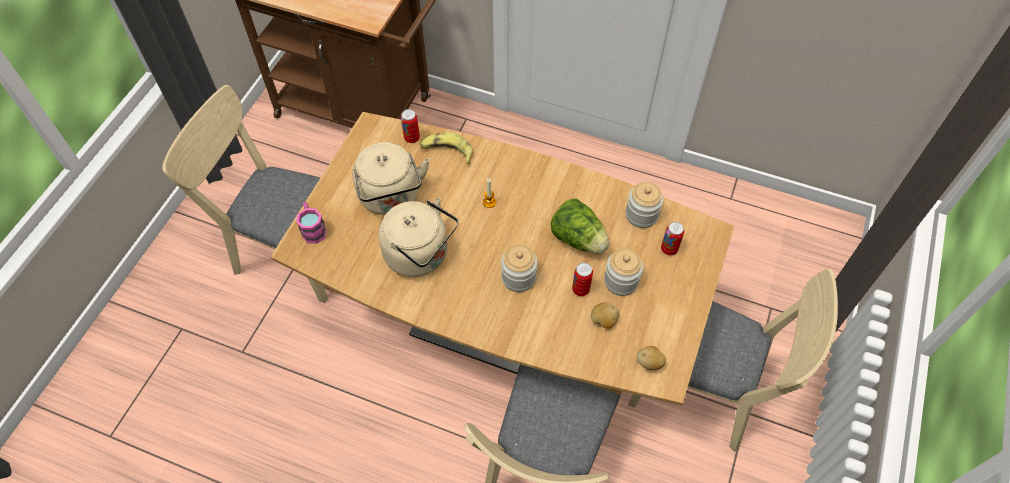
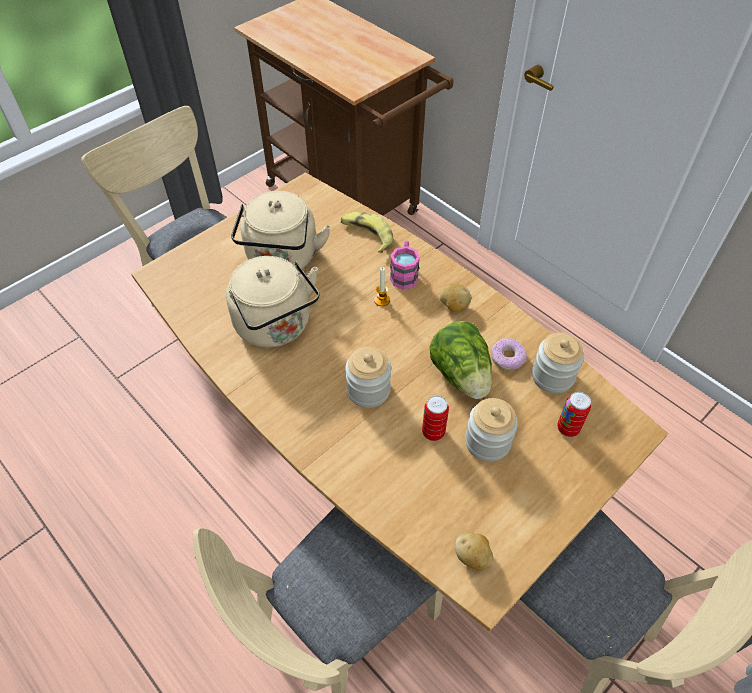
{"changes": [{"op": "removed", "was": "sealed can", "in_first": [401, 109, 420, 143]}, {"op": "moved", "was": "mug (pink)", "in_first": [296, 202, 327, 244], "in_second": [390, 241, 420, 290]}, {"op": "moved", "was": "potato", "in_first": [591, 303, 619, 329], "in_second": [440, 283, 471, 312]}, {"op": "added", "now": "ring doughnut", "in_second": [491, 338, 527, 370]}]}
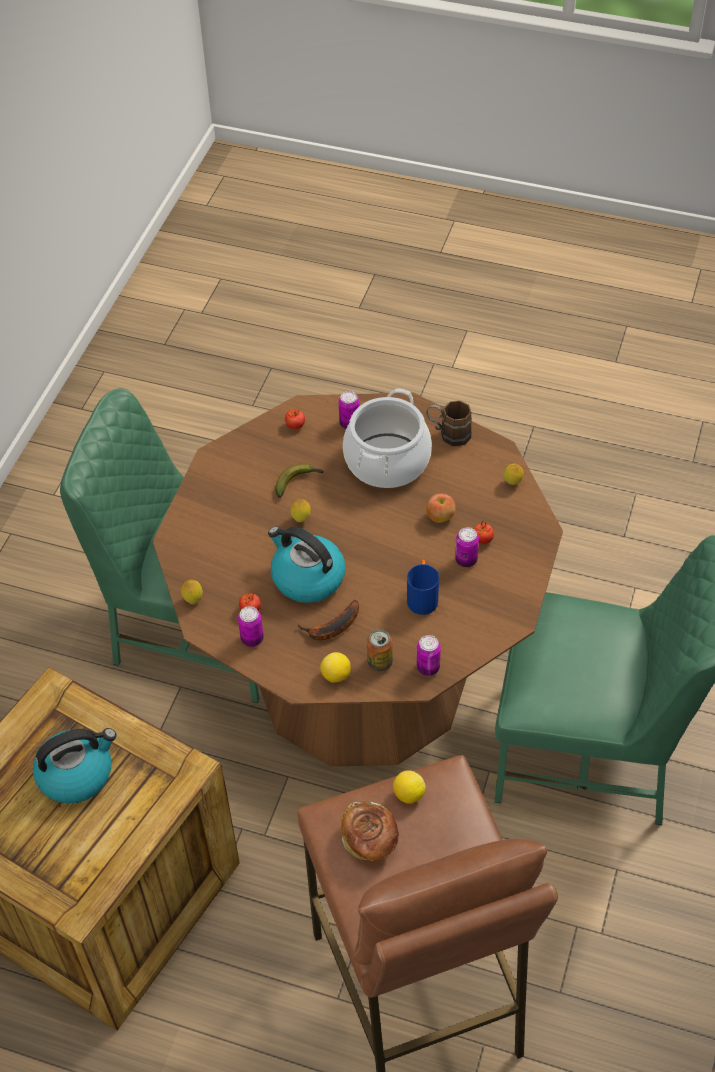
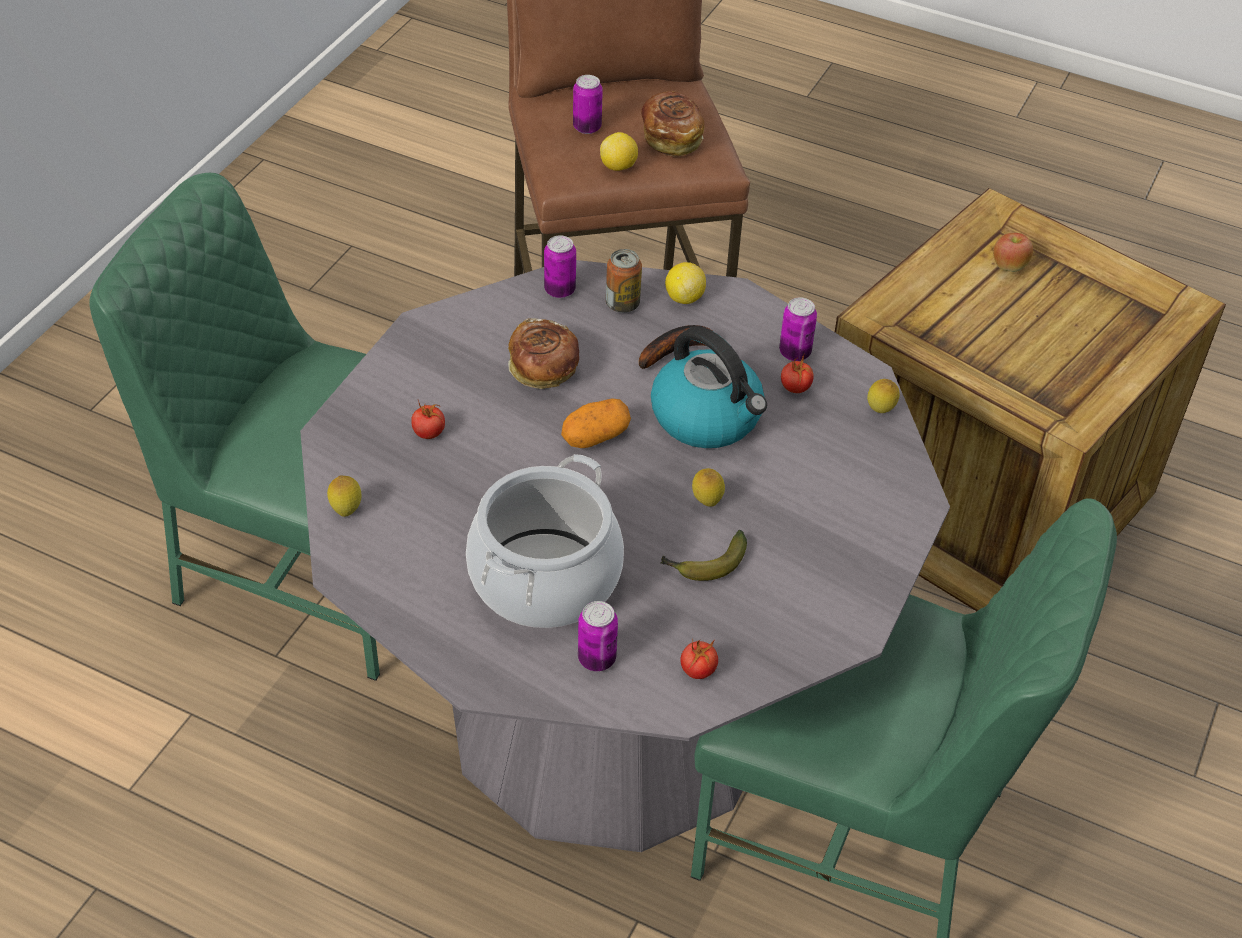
{"changes": [{"op": "recoloured", "was": "dinner table (brown)", "now": "dinner table (gray)", "in_first": [152, 393, 563, 767], "in_second": [300, 260, 950, 852]}, {"op": "removed", "was": "mug (brown)", "in_first": [426, 400, 472, 447]}, {"op": "moved", "was": "apple fruit", "in_first": [426, 493, 456, 523], "in_second": [993, 233, 1033, 272]}, {"op": "moved", "was": "sealed can", "in_first": [455, 527, 479, 567], "in_second": [573, 75, 603, 134]}, {"op": "replaced", "was": "mug (bluish)", "now": "bakery bread", "in_first": [407, 560, 439, 615], "in_second": [508, 318, 579, 389]}, {"op": "removed", "was": "tea kettle", "in_first": [33, 728, 116, 804]}, {"op": "added", "now": "potato", "in_second": [561, 398, 631, 448]}]}
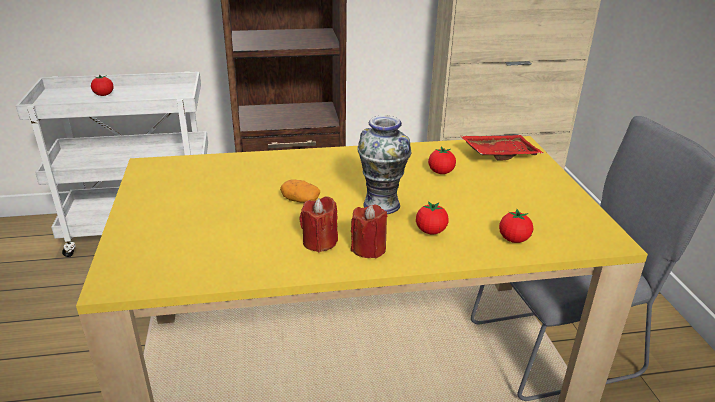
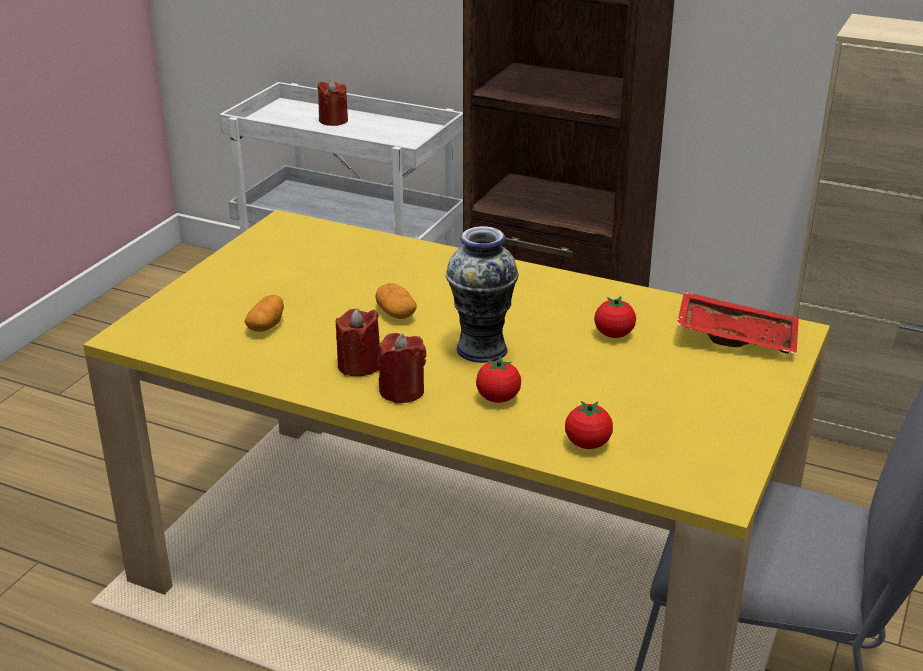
{"changes": [{"op": "replaced", "was": "tomato", "now": "candle (red)", "in_first": [91, 75, 114, 96], "in_second": [317, 80, 348, 126]}, {"op": "added", "now": "potato", "in_second": [245, 295, 284, 332]}]}
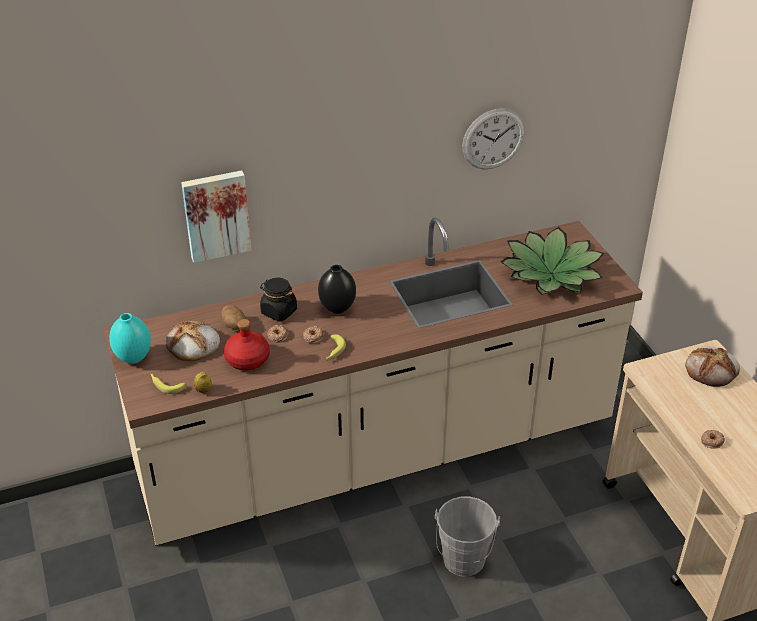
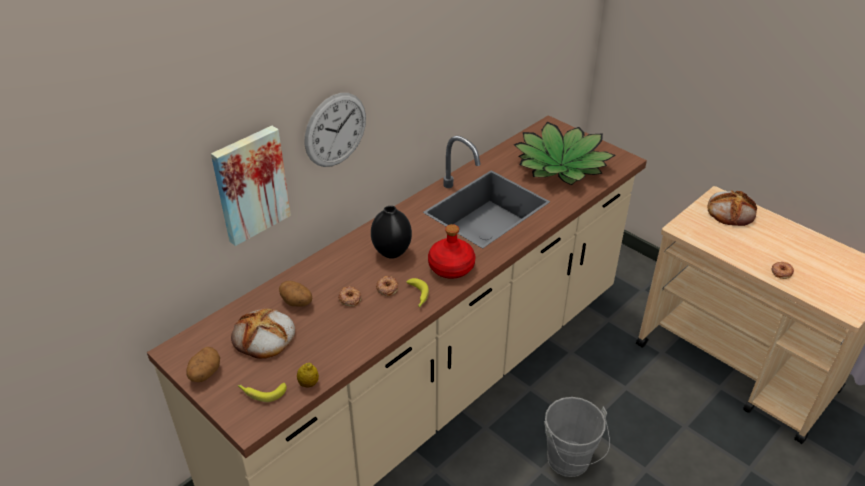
{"changes": [{"op": "moved", "was": "hanging clock", "in_first": [462, 108, 525, 169], "in_second": [305, 93, 366, 167]}, {"op": "removed", "was": "storage jar (blackish)", "in_first": [260, 278, 297, 322]}, {"op": "replaced", "was": "vase (turquoise)", "now": "potato", "in_first": [109, 313, 151, 364], "in_second": [186, 347, 220, 382]}, {"op": "moved", "was": "bottle (red)", "in_first": [224, 319, 270, 371], "in_second": [428, 224, 475, 279]}]}
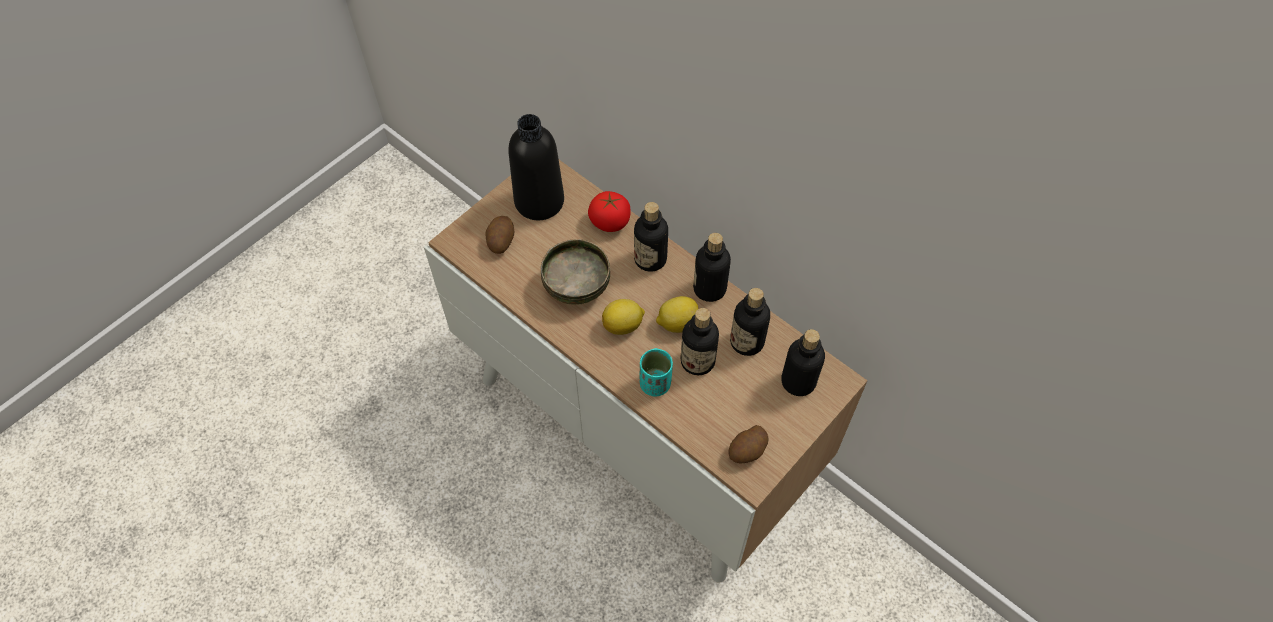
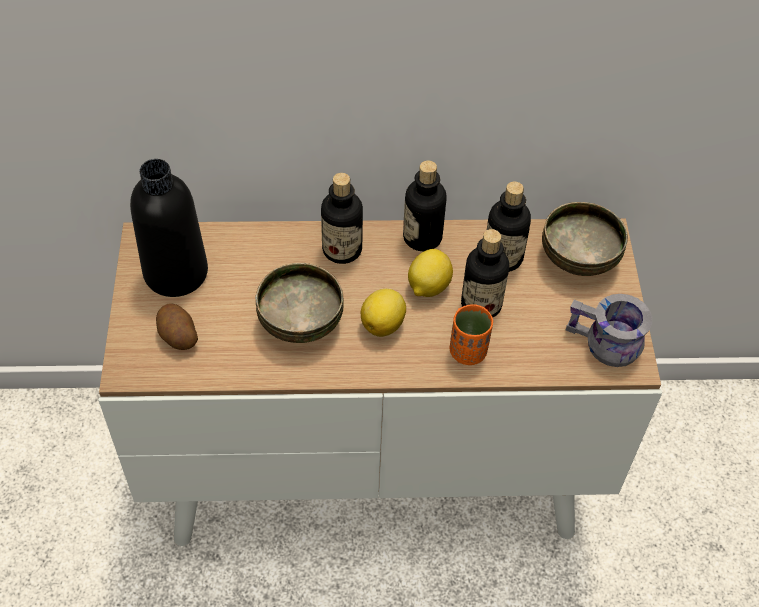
{"changes": [{"op": "removed", "was": "tomato", "in_first": [588, 191, 630, 232]}, {"op": "replaced", "was": "bottle", "now": "bowl", "in_first": [782, 329, 825, 396], "in_second": [542, 202, 628, 276]}, {"op": "recoloured", "was": "small cup (turquoise)", "now": "small cup (orange)", "in_first": [640, 348, 673, 396], "in_second": [450, 304, 493, 365]}, {"op": "replaced", "was": "potato", "now": "mug (gray)", "in_first": [728, 425, 769, 464], "in_second": [566, 294, 652, 367]}]}
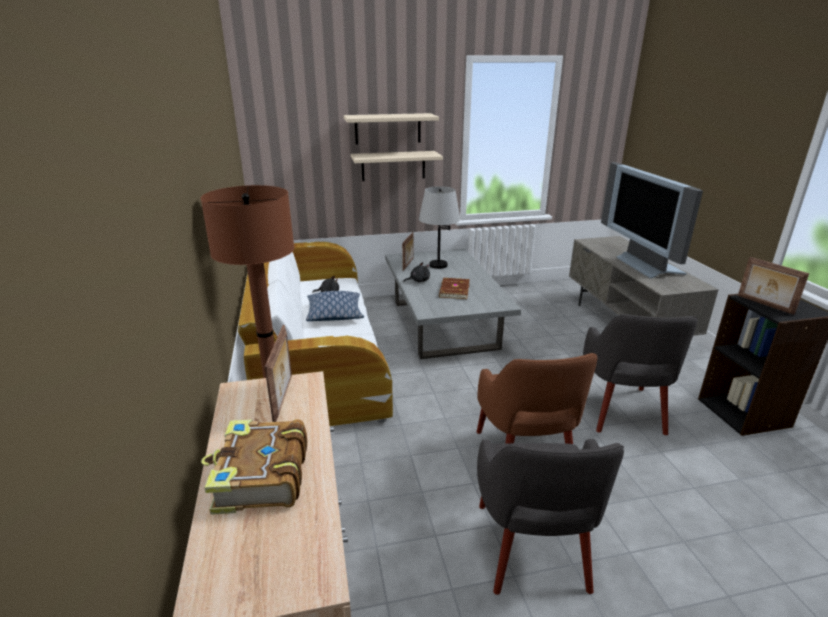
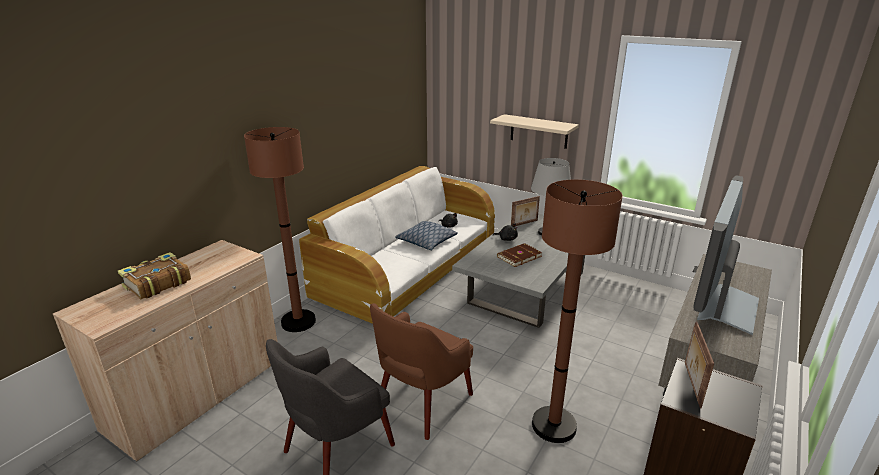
{"changes": [{"op": "removed", "was": "shelf (sand-coloured)", "in_first": [344, 113, 439, 144]}, {"op": "replaced", "was": "armchair (gray)", "now": "standing lamp (brown)", "in_first": [583, 314, 697, 435], "in_second": [532, 179, 623, 443]}, {"op": "removed", "was": "photo frame", "in_first": [265, 325, 292, 422]}]}
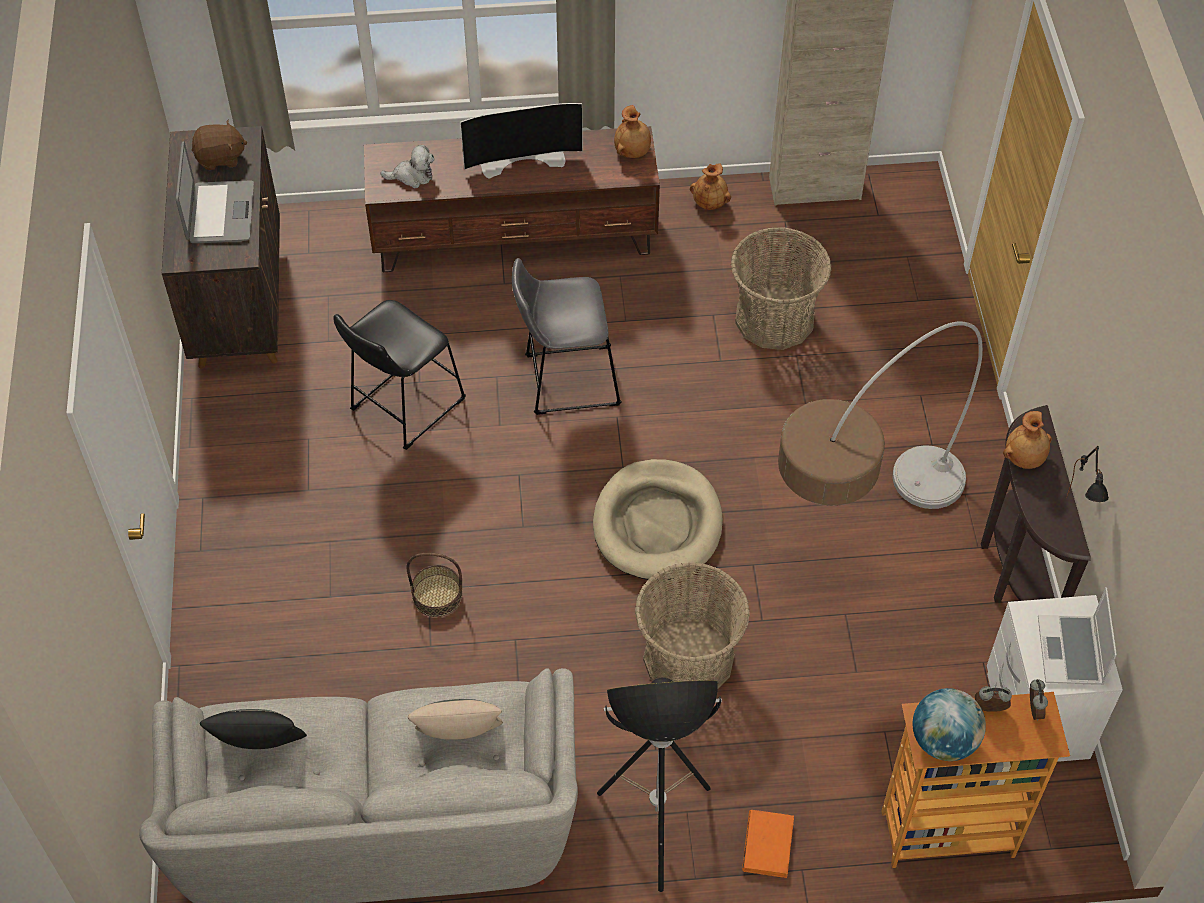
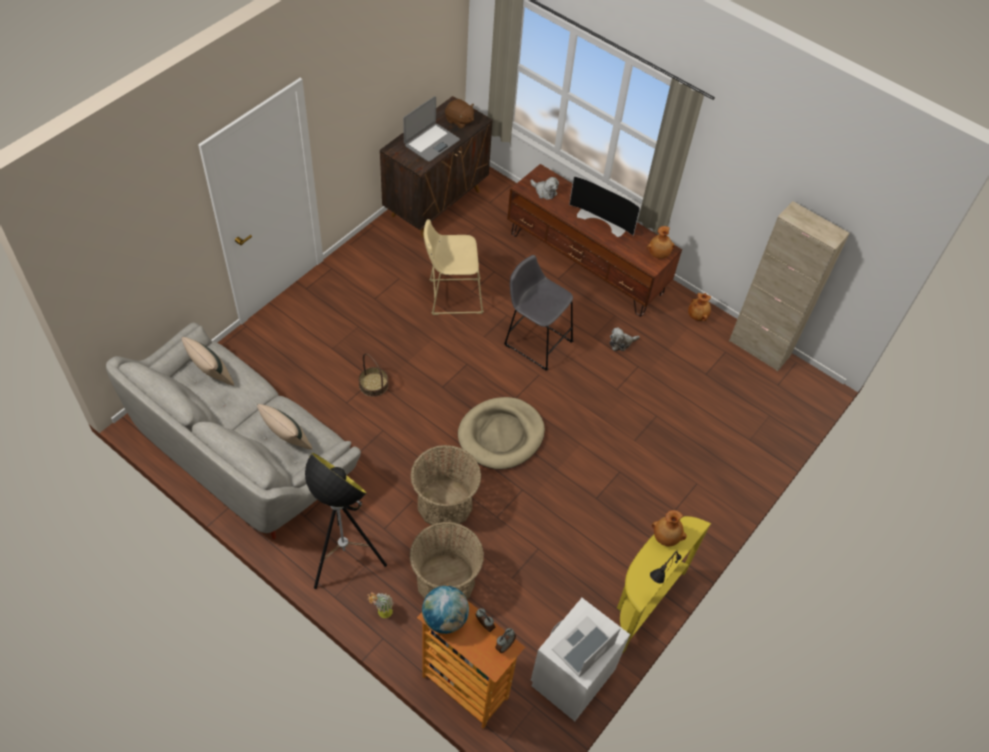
{"changes": [{"op": "moved", "was": "storage basket", "in_first": [731, 227, 832, 350], "in_second": [410, 522, 484, 599]}, {"op": "recoloured", "was": "stool seat (blackish)", "now": "stool seat (sand-coloured)", "in_first": [333, 300, 466, 450], "in_second": [423, 219, 484, 315]}, {"op": "removed", "was": "standing lamp", "in_first": [778, 321, 983, 509]}, {"op": "recoloured", "was": "narrow table (brown)", "now": "narrow table (yellowish)", "in_first": [981, 405, 1091, 603], "in_second": [617, 516, 711, 653]}, {"op": "recoloured", "was": "pillow (blackish)", "now": "pillow (sand-coloured)", "in_first": [200, 709, 307, 749], "in_second": [182, 337, 234, 386]}, {"op": "replaced", "was": "bound book (orange)", "now": "plant in a pot", "in_first": [742, 810, 794, 878], "in_second": [367, 592, 394, 618]}, {"op": "added", "now": "soft toy", "in_second": [609, 327, 640, 351]}]}
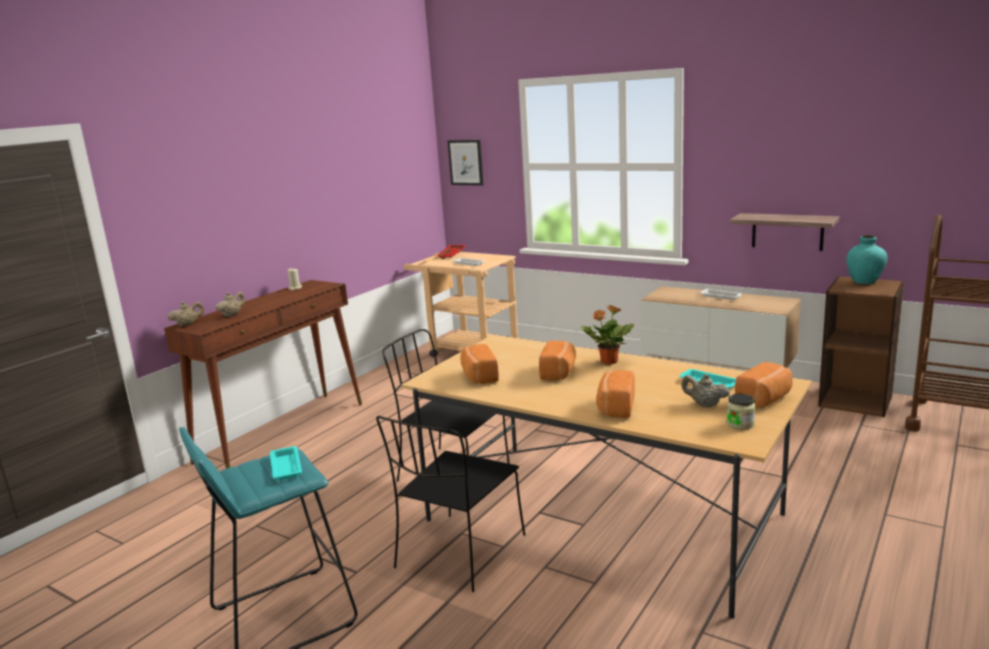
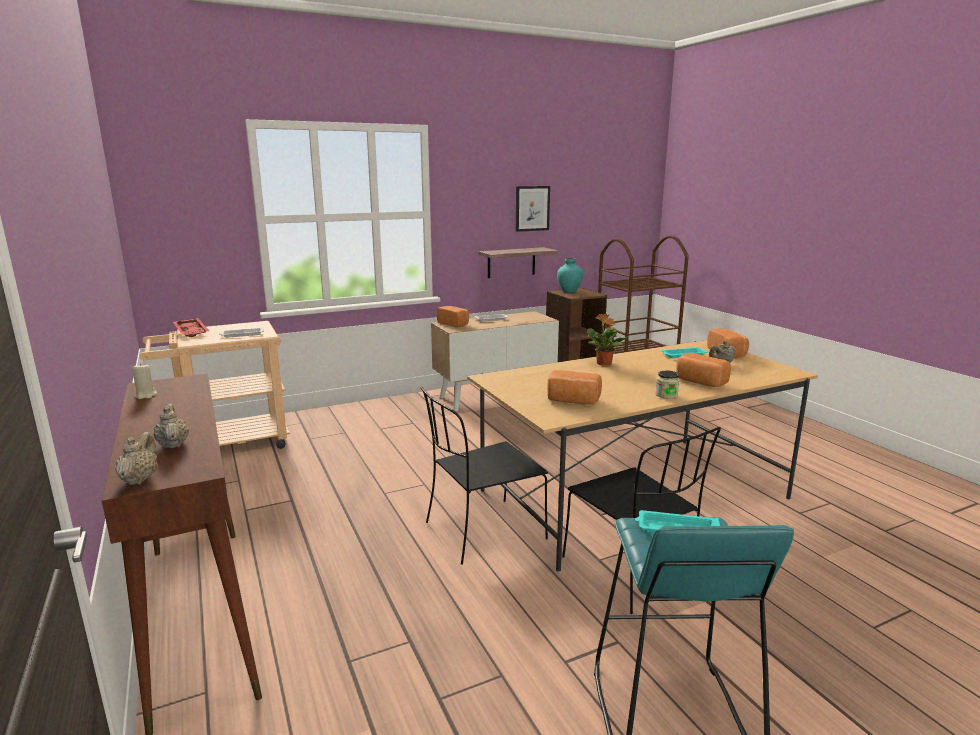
{"changes": [{"op": "moved", "was": "wall picture", "in_first": [448, 140, 483, 186], "in_second": [516, 186, 550, 232]}, {"op": "moved", "was": "bakery bread", "in_first": [539, 341, 576, 381], "in_second": [437, 306, 469, 327]}, {"op": "moved", "was": "storage jar", "in_first": [727, 394, 756, 430], "in_second": [655, 371, 679, 399]}]}
